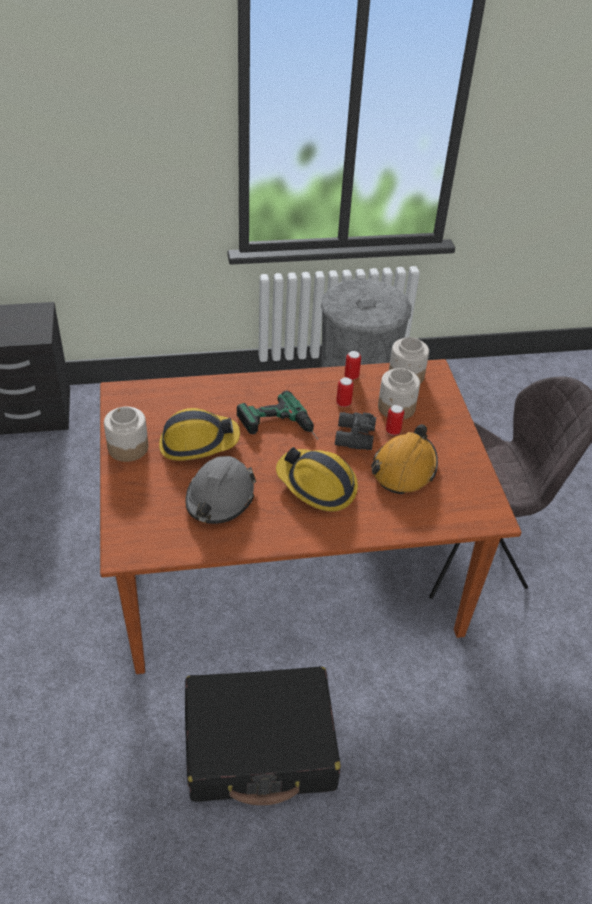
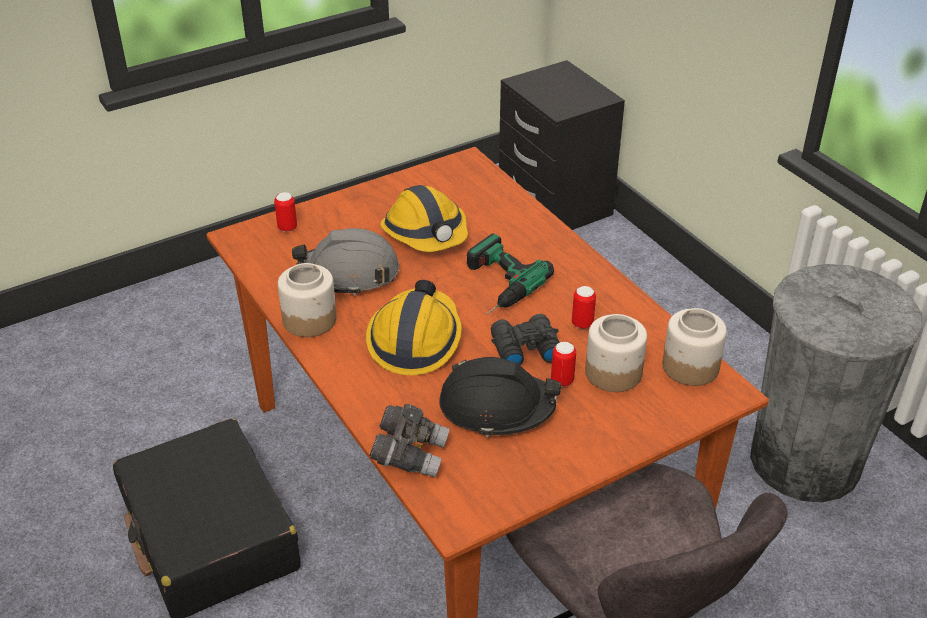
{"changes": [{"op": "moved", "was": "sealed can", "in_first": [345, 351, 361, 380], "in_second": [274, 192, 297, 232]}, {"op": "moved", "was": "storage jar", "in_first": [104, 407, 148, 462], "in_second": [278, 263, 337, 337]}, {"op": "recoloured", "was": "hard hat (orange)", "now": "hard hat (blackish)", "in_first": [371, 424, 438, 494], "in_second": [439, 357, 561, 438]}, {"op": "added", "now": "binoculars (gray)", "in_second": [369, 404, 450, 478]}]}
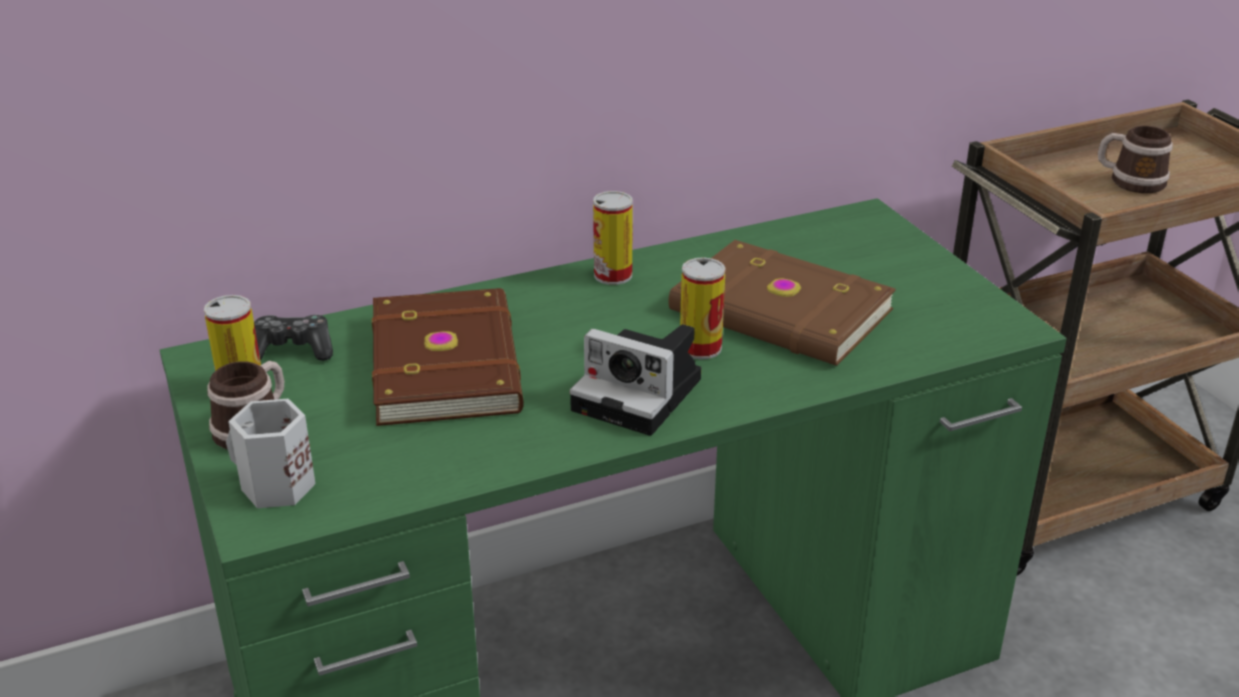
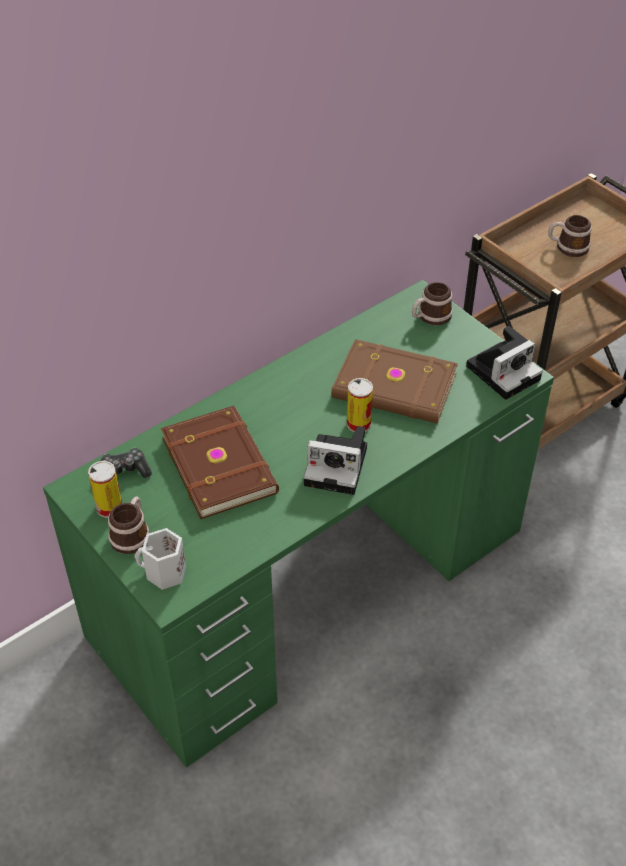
{"changes": [{"op": "removed", "was": "sealed can", "in_first": [593, 191, 633, 285]}, {"op": "added", "now": "mug", "in_second": [412, 282, 453, 325]}, {"op": "added", "now": "photo camera", "in_second": [466, 326, 543, 400]}]}
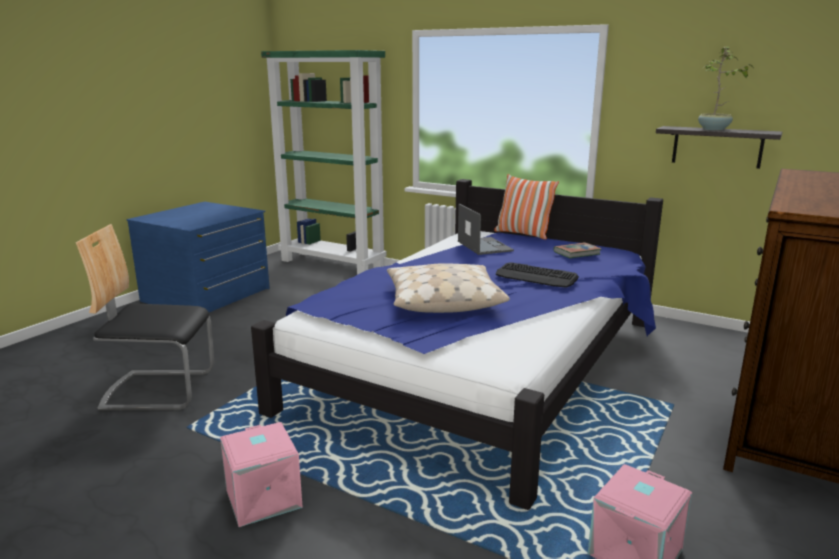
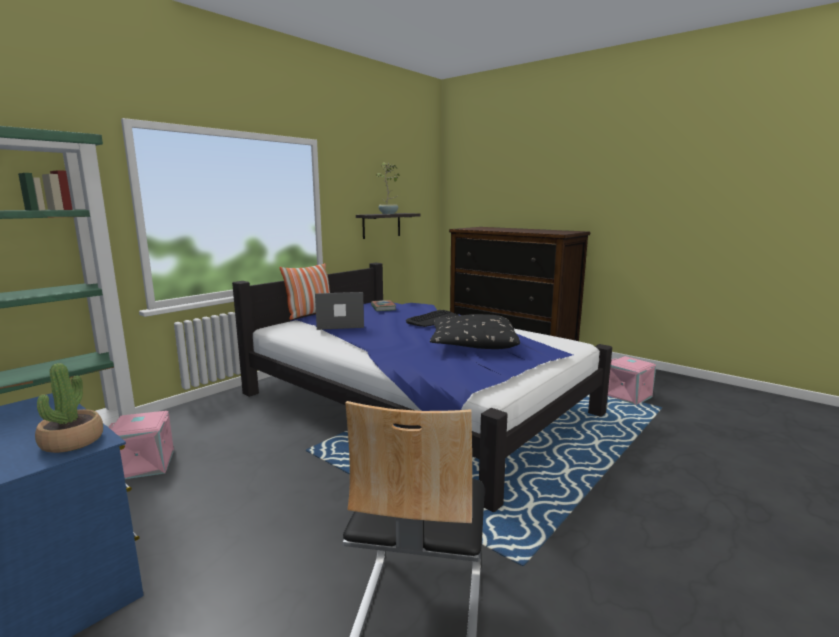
{"changes": [{"op": "recoloured", "was": "pillow (sand-coloured)", "now": "pillow (blackish)", "in_first": [387, 263, 510, 313], "in_second": [430, 314, 520, 349]}, {"op": "moved", "was": "storage box (pink)", "in_first": [220, 422, 303, 527], "in_second": [108, 411, 174, 479]}, {"op": "added", "now": "plant in a pot", "in_second": [35, 363, 103, 453]}]}
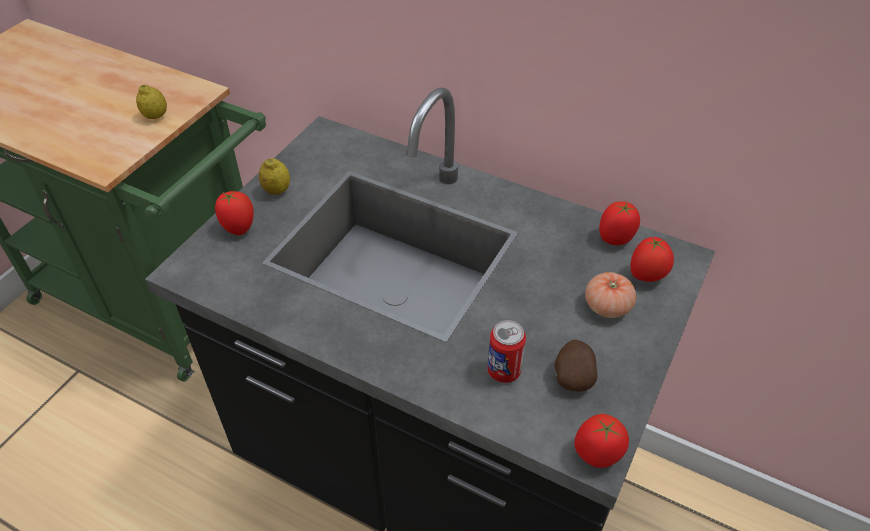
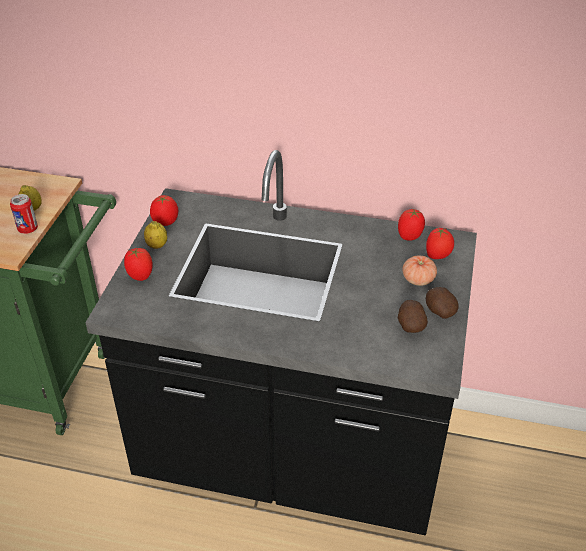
{"changes": [{"op": "moved", "was": "sealed can", "in_first": [487, 320, 526, 383], "in_second": [10, 194, 38, 234]}, {"op": "moved", "was": "tomato", "in_first": [574, 414, 629, 468], "in_second": [150, 195, 178, 226]}, {"op": "added", "now": "potato", "in_second": [426, 287, 459, 319]}]}
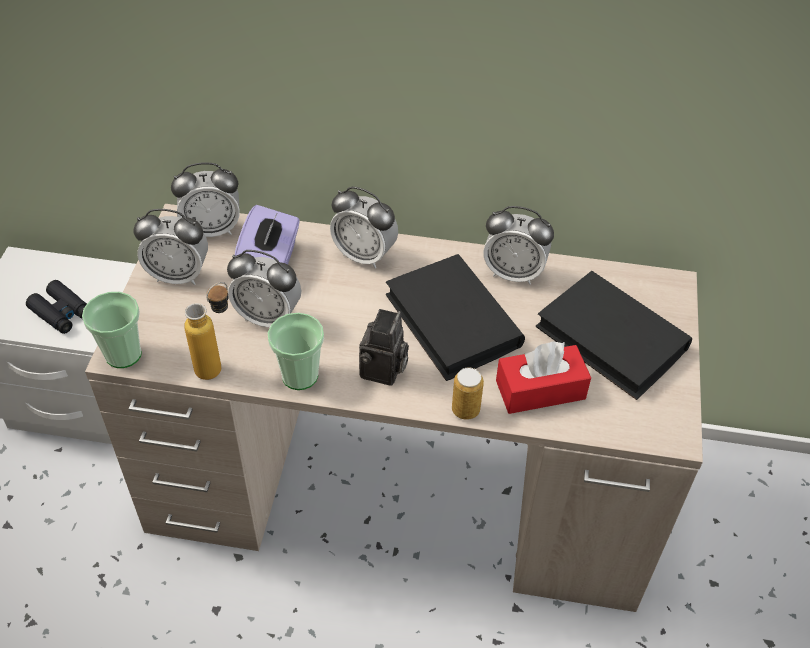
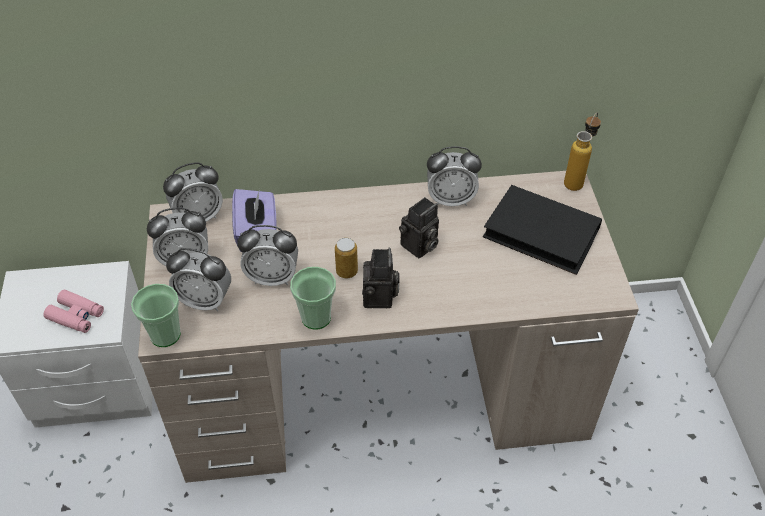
{"changes": [{"op": "moved", "was": "bedside clock", "in_first": [330, 187, 398, 269], "in_second": [166, 248, 231, 311]}, {"op": "replaced", "was": "bound book (blackish)", "now": "photo camera", "in_first": [386, 254, 525, 381], "in_second": [399, 197, 439, 258]}, {"op": "recoloured", "was": "binoculars (blackish)", "now": "binoculars (pink)", "in_first": [26, 280, 87, 334], "in_second": [43, 290, 104, 333]}, {"op": "moved", "was": "bottle", "in_first": [184, 282, 229, 380], "in_second": [564, 113, 601, 191]}, {"op": "removed", "was": "tissue holder (red)", "in_first": [496, 341, 591, 414]}, {"op": "moved", "was": "sealed can", "in_first": [452, 367, 484, 420], "in_second": [335, 238, 358, 278]}]}
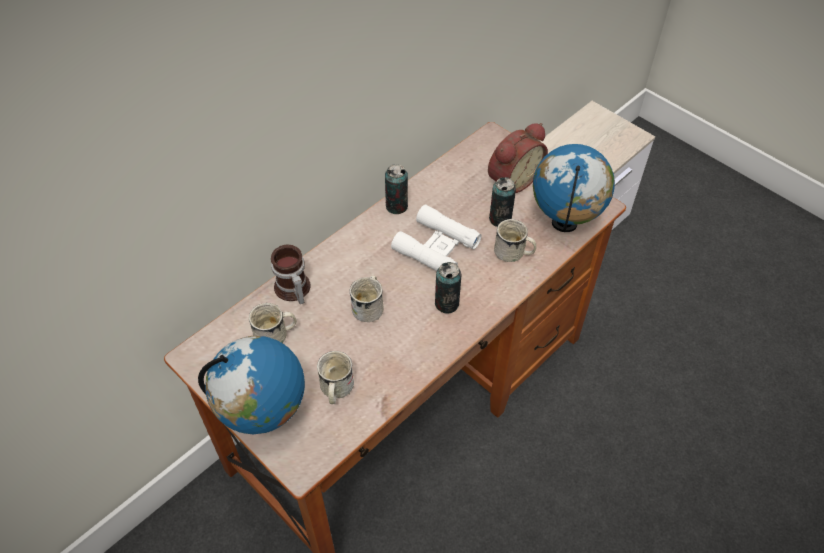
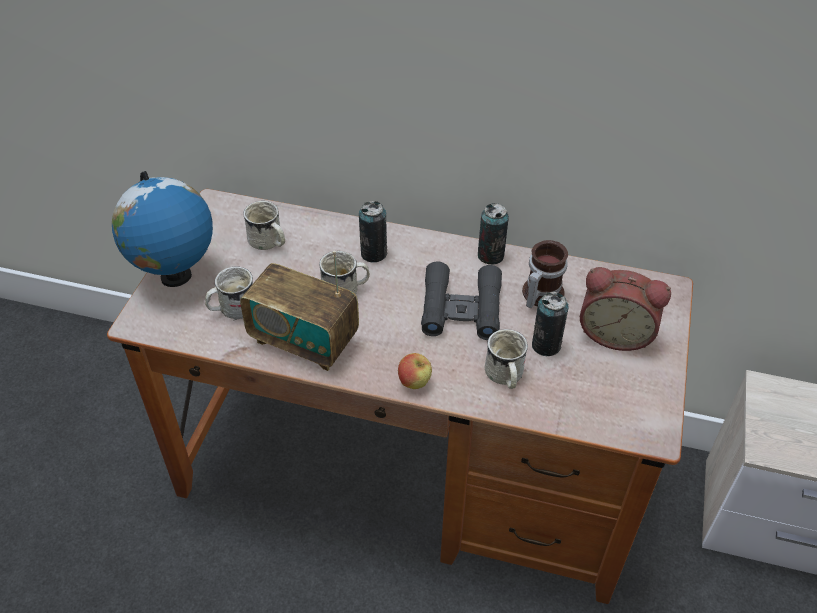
{"changes": [{"op": "removed", "was": "globe", "in_first": [533, 144, 615, 232]}, {"op": "recoloured", "was": "binoculars (white)", "now": "binoculars (blackish)", "in_first": [391, 204, 482, 271], "in_second": [421, 261, 502, 340]}, {"op": "moved", "was": "mug", "in_first": [271, 244, 311, 304], "in_second": [522, 240, 568, 308]}, {"op": "moved", "was": "sealed can", "in_first": [435, 262, 461, 313], "in_second": [359, 201, 388, 263]}, {"op": "added", "now": "radio", "in_second": [240, 250, 359, 371]}, {"op": "added", "now": "apple fruit", "in_second": [398, 353, 432, 389]}]}
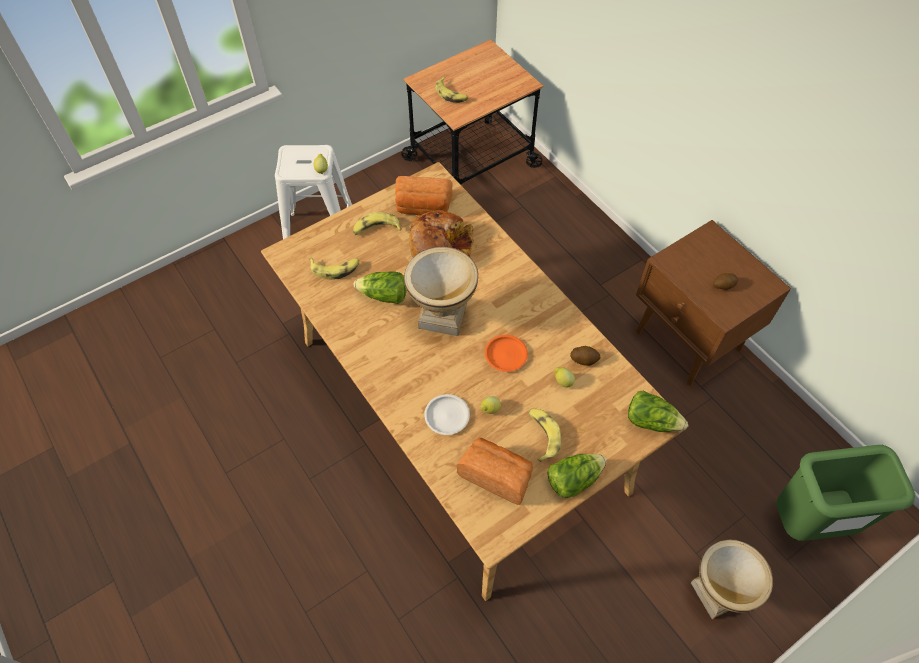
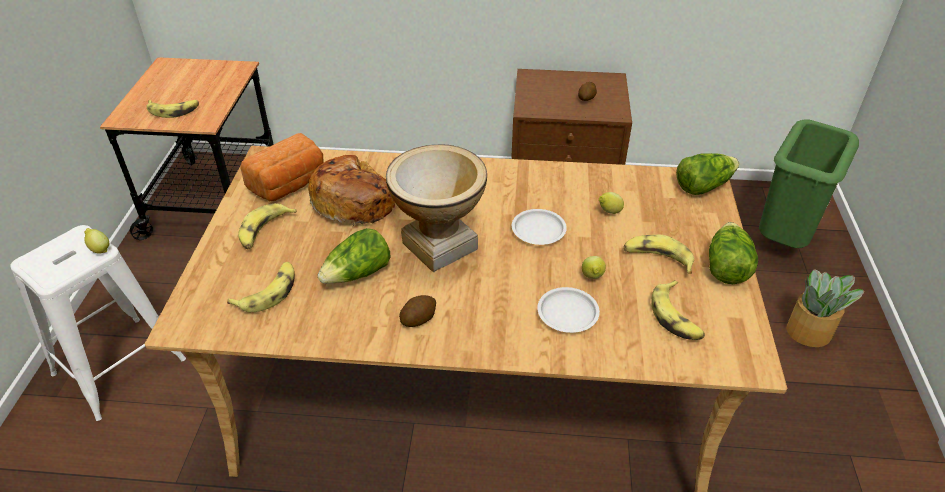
{"changes": [{"op": "recoloured", "was": "plate (orange)", "now": "plate (white)", "in_first": [485, 335, 528, 372], "in_second": [512, 209, 567, 245]}, {"op": "moved", "was": "potato", "in_first": [570, 346, 601, 366], "in_second": [399, 295, 436, 327]}, {"op": "replaced", "was": "bakery bread", "now": "banana", "in_first": [457, 438, 533, 505], "in_second": [651, 280, 705, 340]}, {"op": "replaced", "was": "vase", "now": "plant in a pot", "in_first": [691, 539, 773, 619], "in_second": [786, 269, 865, 347]}]}
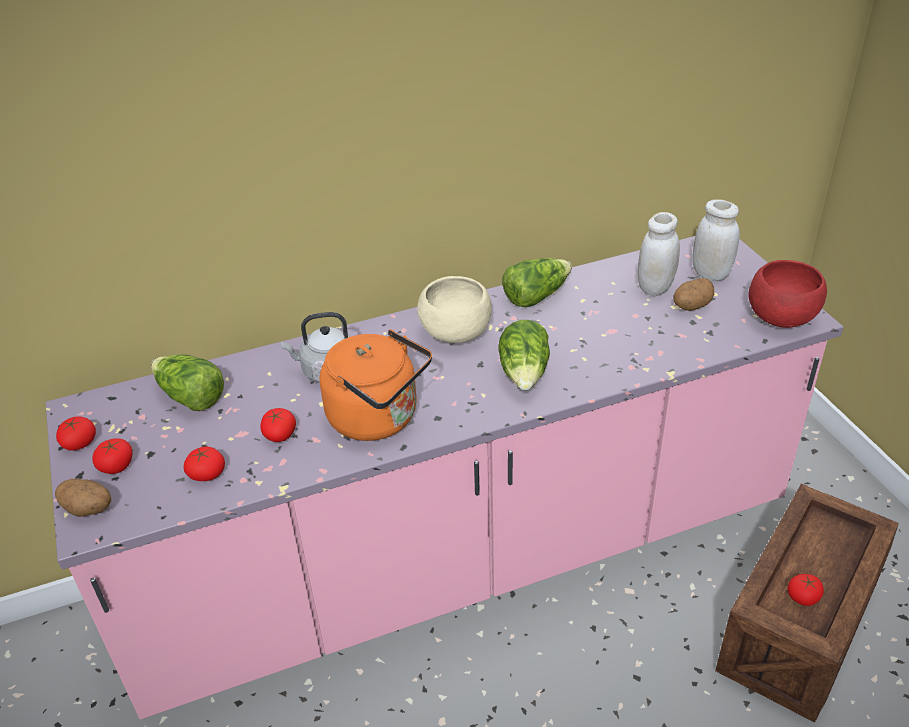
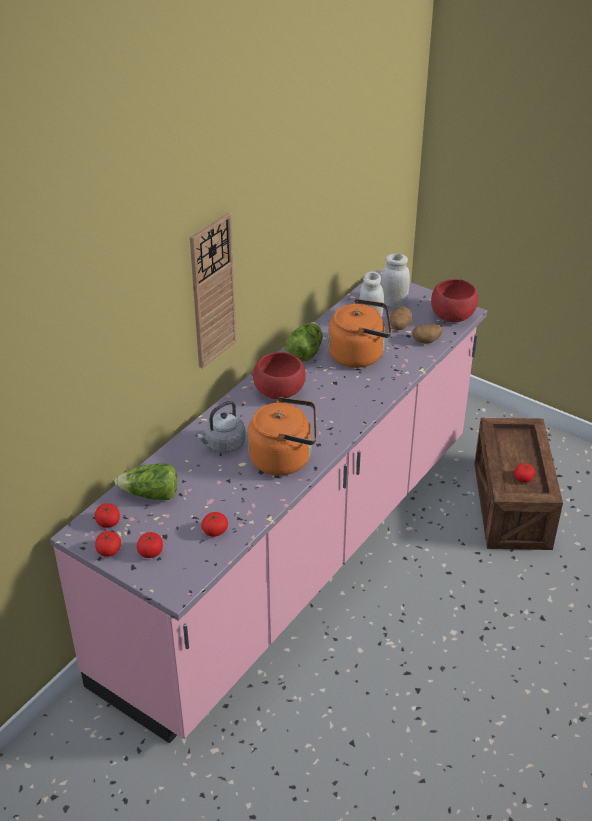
{"changes": [{"op": "recoloured", "was": "bowl (sand-coloured)", "now": "bowl (red)", "in_first": [417, 276, 492, 343], "in_second": [253, 352, 306, 399]}, {"op": "removed", "was": "lettuce head", "in_first": [498, 320, 550, 390]}, {"op": "moved", "was": "tomato", "in_first": [261, 408, 296, 442], "in_second": [95, 503, 120, 528]}, {"op": "moved", "was": "potato", "in_first": [55, 479, 111, 517], "in_second": [412, 324, 443, 343]}, {"op": "added", "now": "hanging clock", "in_second": [190, 212, 237, 369]}, {"op": "added", "now": "tea kettle (orange)", "in_second": [328, 299, 392, 368]}]}
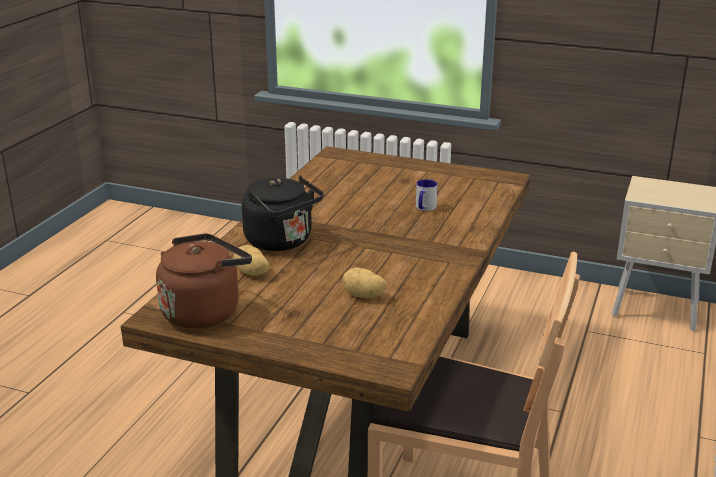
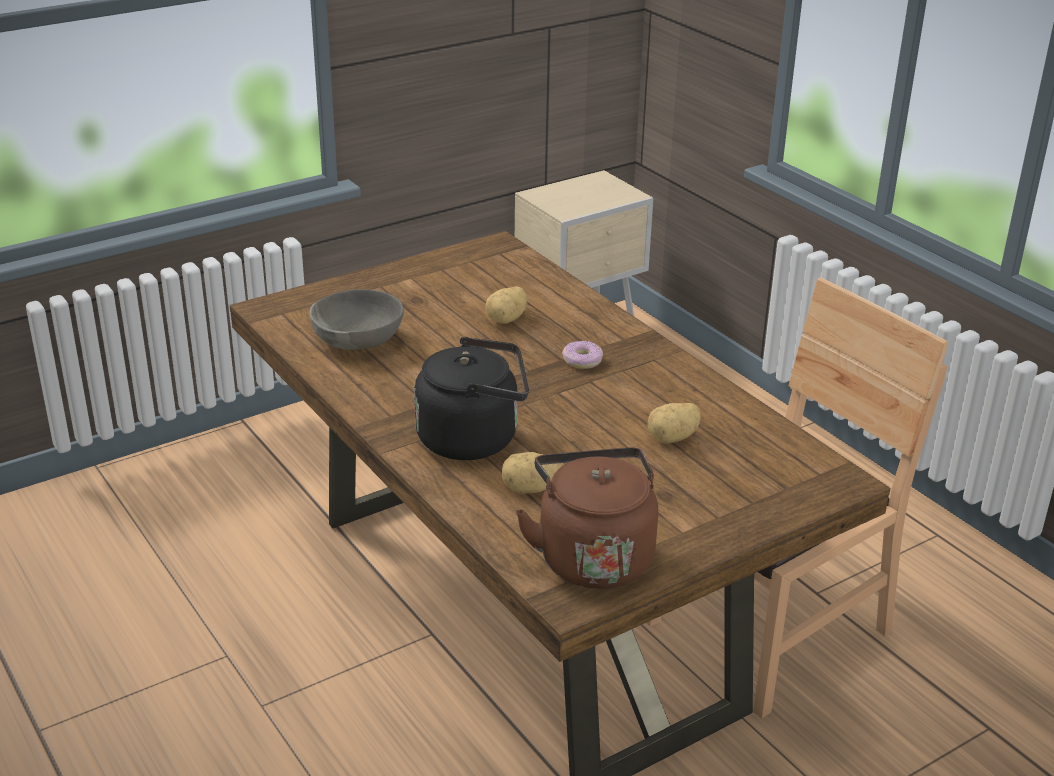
{"changes": [{"op": "replaced", "was": "mug", "now": "potato", "in_first": [416, 179, 438, 211], "in_second": [485, 287, 527, 324]}, {"op": "added", "now": "bowl (gray)", "in_second": [310, 289, 404, 350]}, {"op": "added", "now": "ring doughnut", "in_second": [562, 340, 603, 369]}]}
